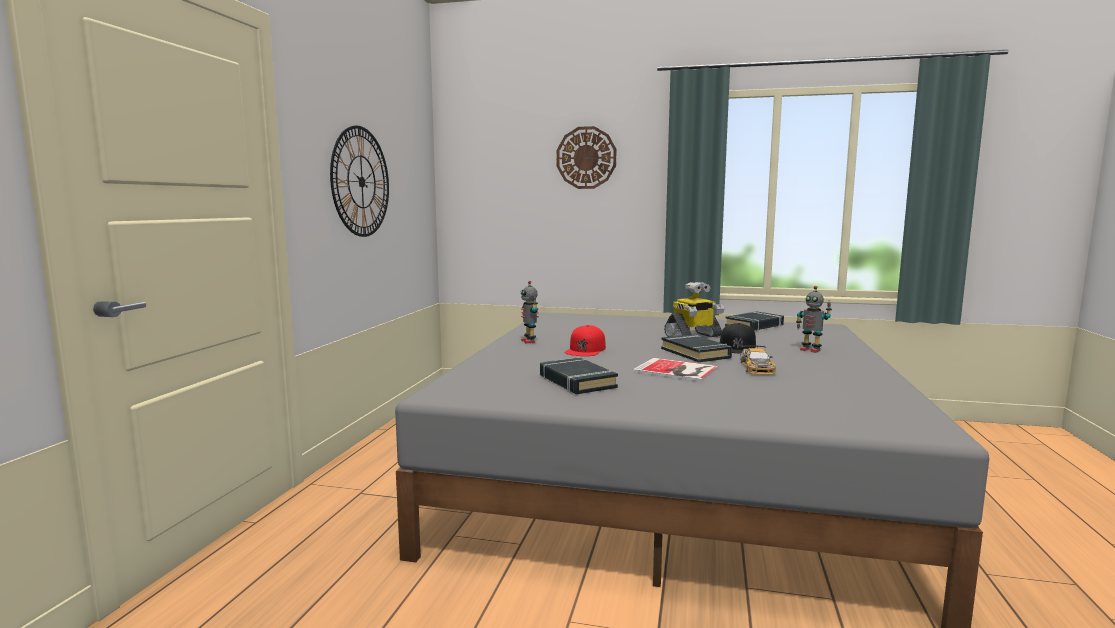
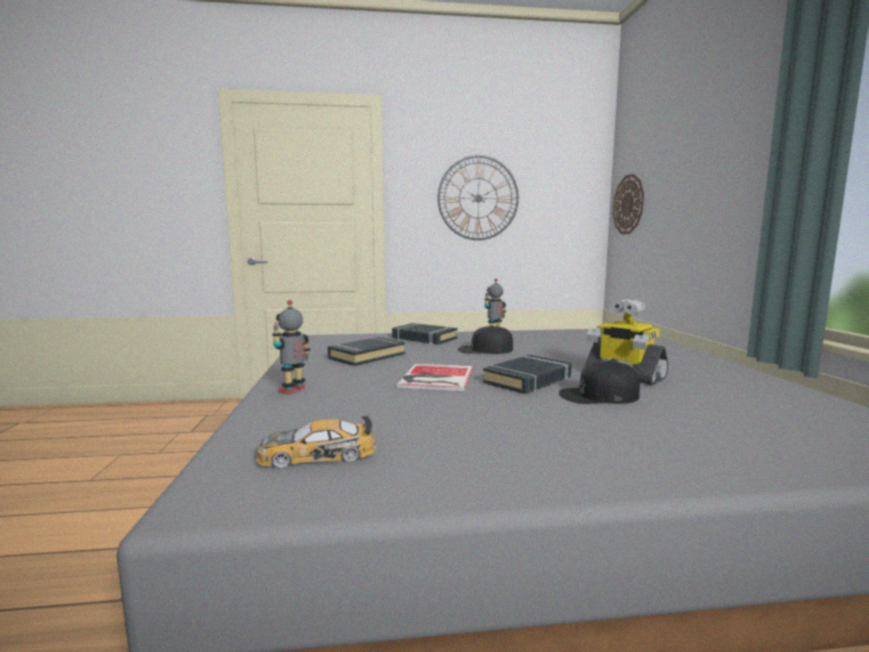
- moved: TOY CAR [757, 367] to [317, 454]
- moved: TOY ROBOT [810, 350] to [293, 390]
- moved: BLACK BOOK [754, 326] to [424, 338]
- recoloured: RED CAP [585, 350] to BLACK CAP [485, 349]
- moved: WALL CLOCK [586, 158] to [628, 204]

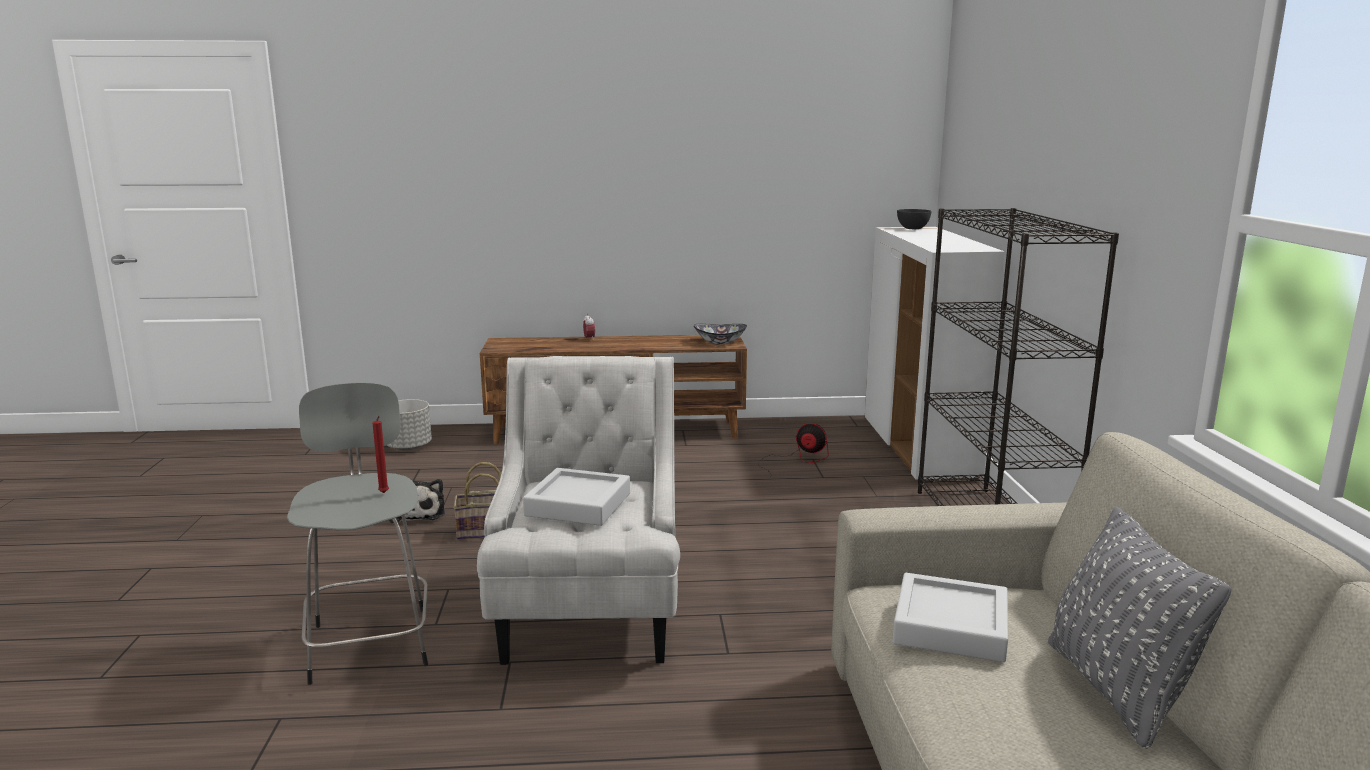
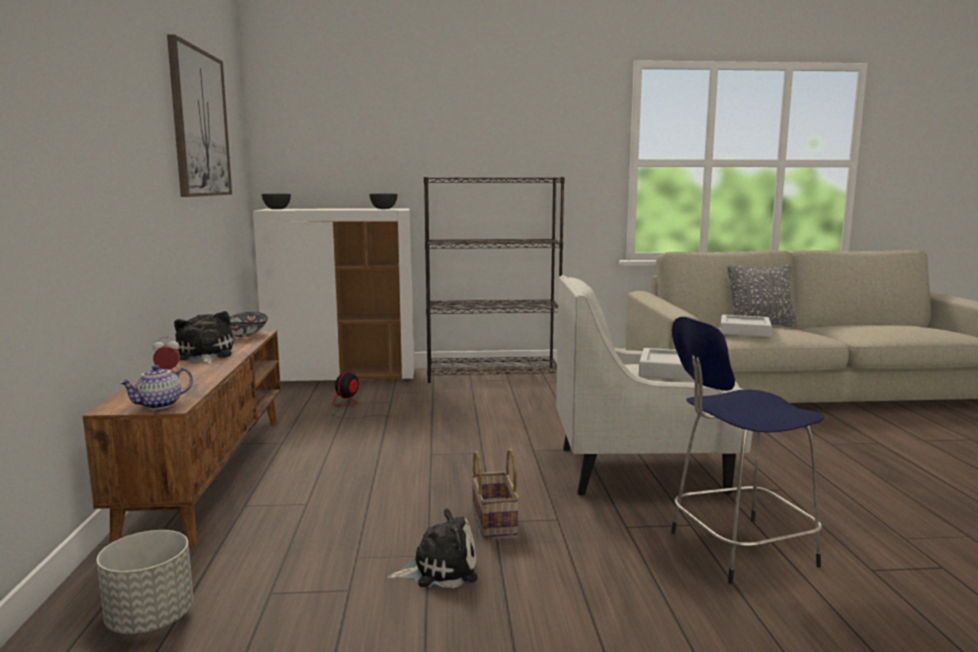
- added: TEAPOT [159, 405]
- added: PICTURE [199, 123]
- added: PLUSH TOY [205, 355]
- added: GREY BOWL [384, 209]
- recoloured: GREY STOOL [370, 642] to BLUE STOOL [737, 550]
- removed: RED CANDLE [384, 493]

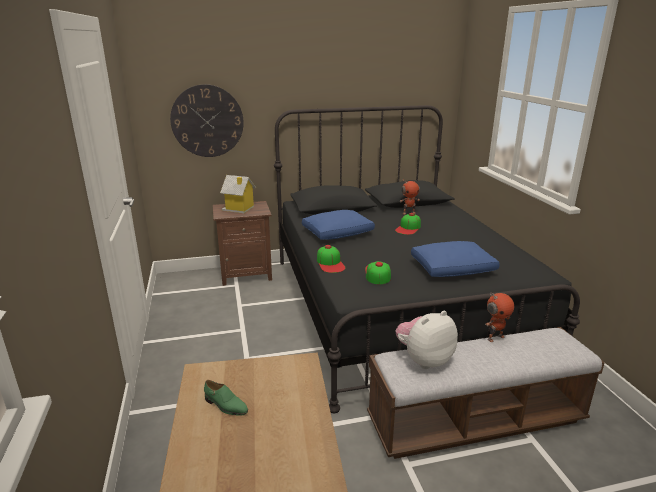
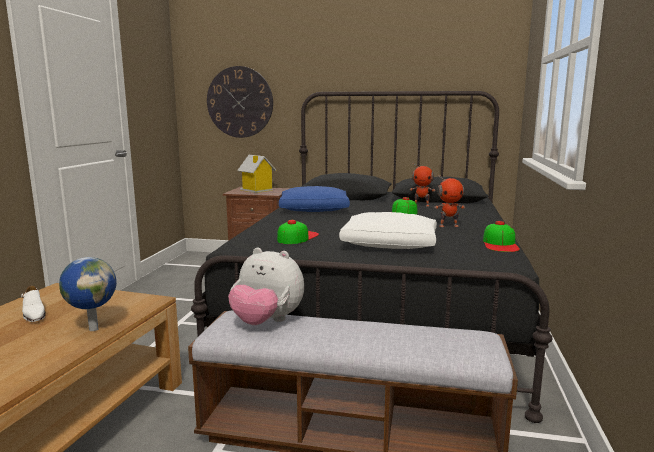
- recoloured: GREEN SHOE [225, 406] to WHITE SHOE [33, 314]
- added: GLOBE [93, 329]
- turned: PLUSH TOY [424, 360] = [267, 322] 150 degrees counterclockwise
- recoloured: BLUE PILLOW [453, 269] to WHITE PILLOW [390, 244]
- moved: TOY ROBOT [495, 337] to [448, 226]
- moved: CAP [330, 263] to [500, 244]

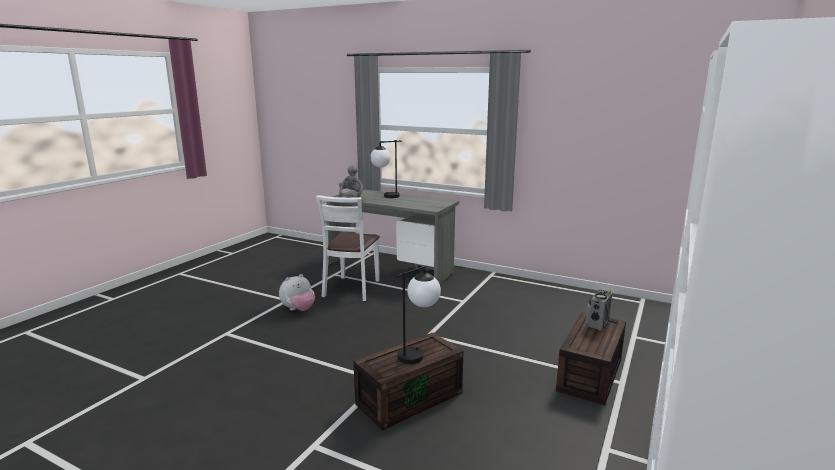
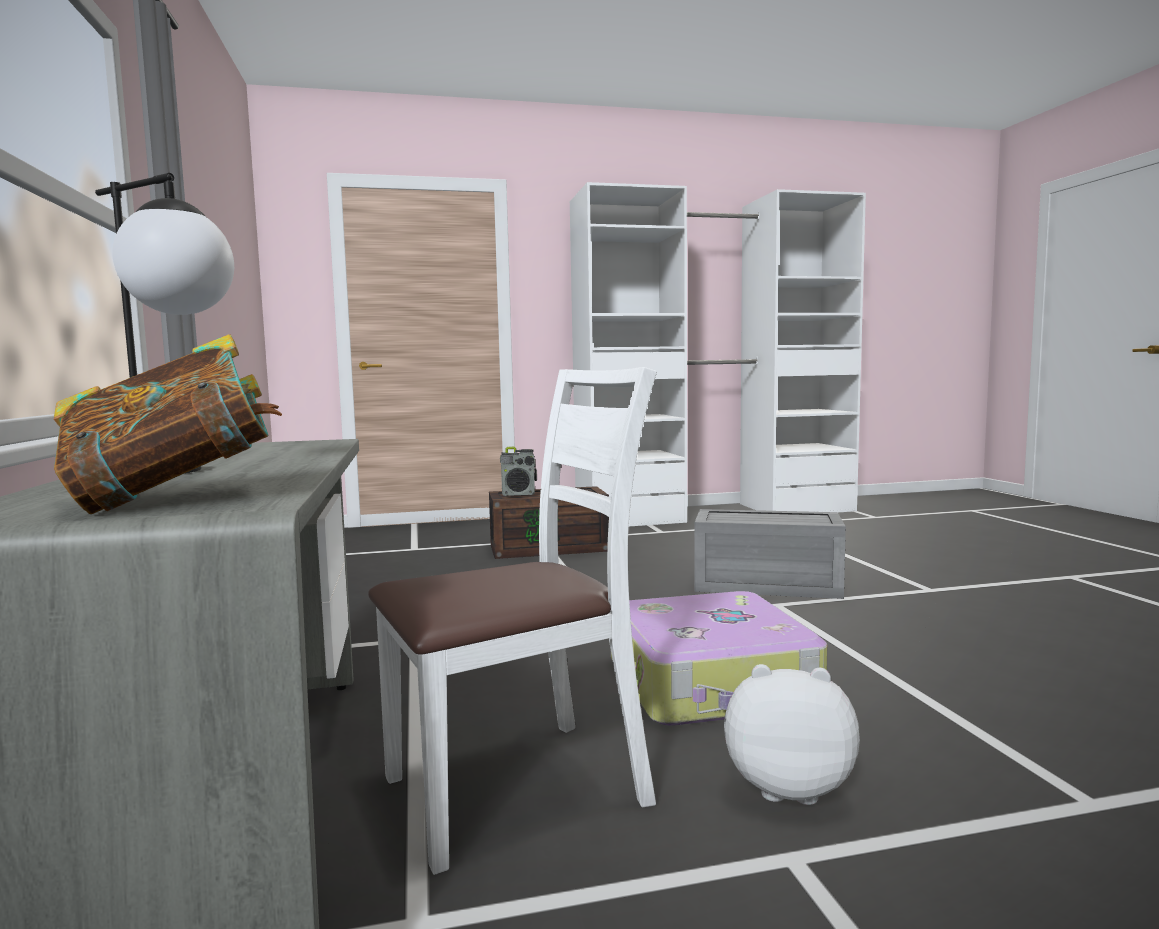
- replaced: GREY PLUSH TOY [351, 195] to BOOK [175, 499]
- added: SUITCASE [712, 683]
- recoloured: BROWN STORAGE BOX [410, 397] to GREY STORAGE BOX [764, 585]
- removed: TABLE LAMP [418, 353]

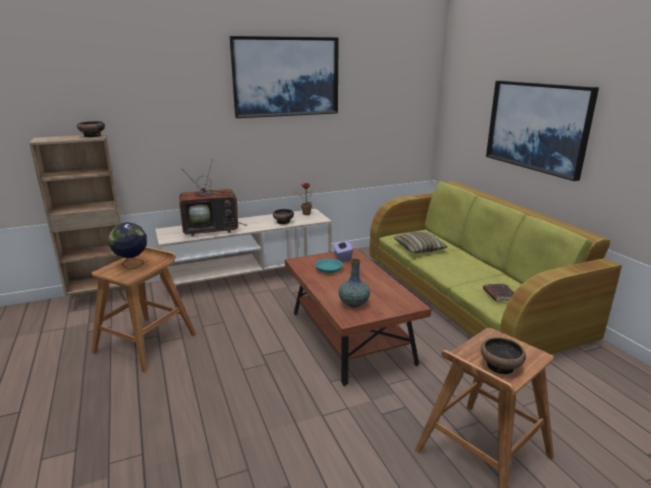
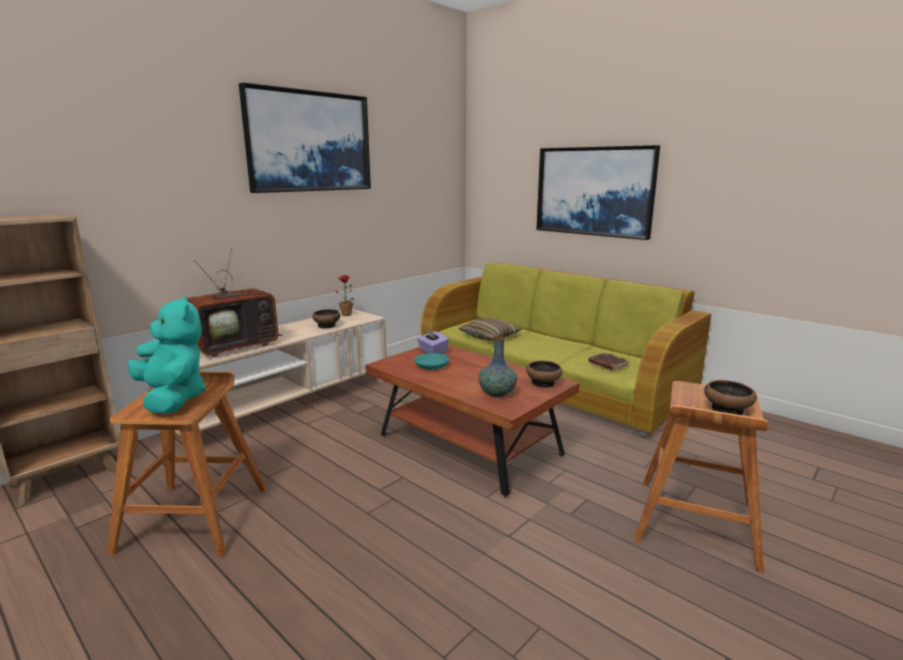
- replaced: GLOBE [132, 265] to TURQUOISE PLUSH TOY [172, 399]
- moved: BOWL [93, 136] to [543, 383]

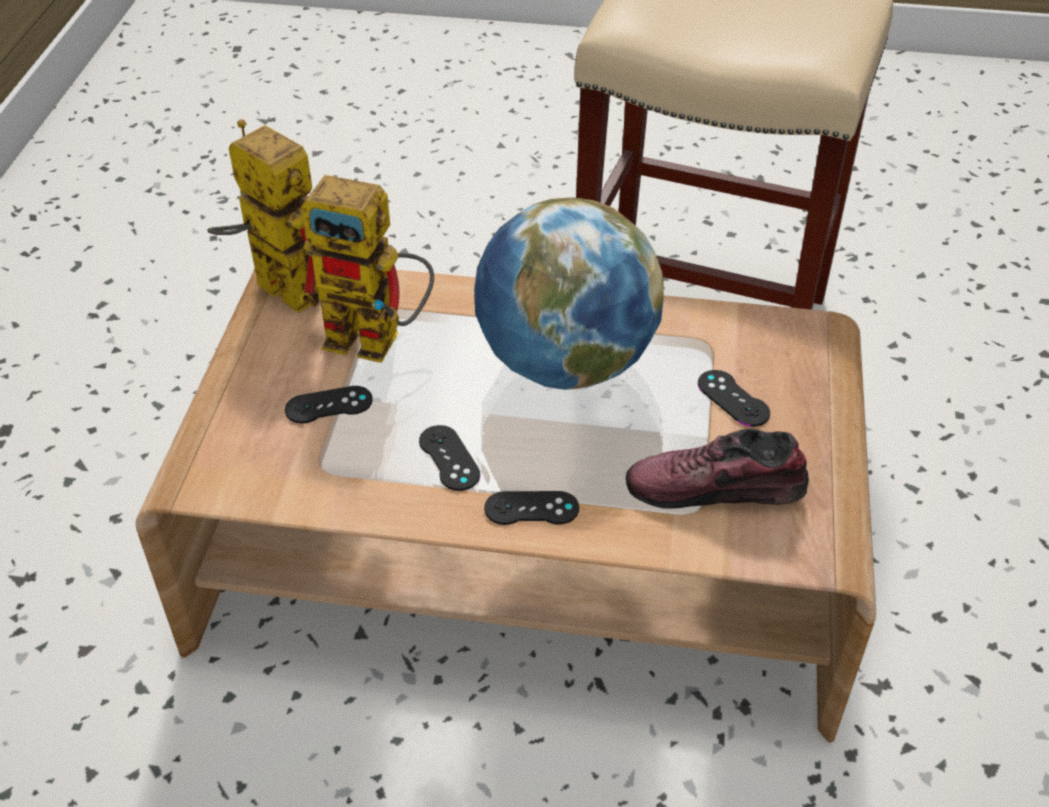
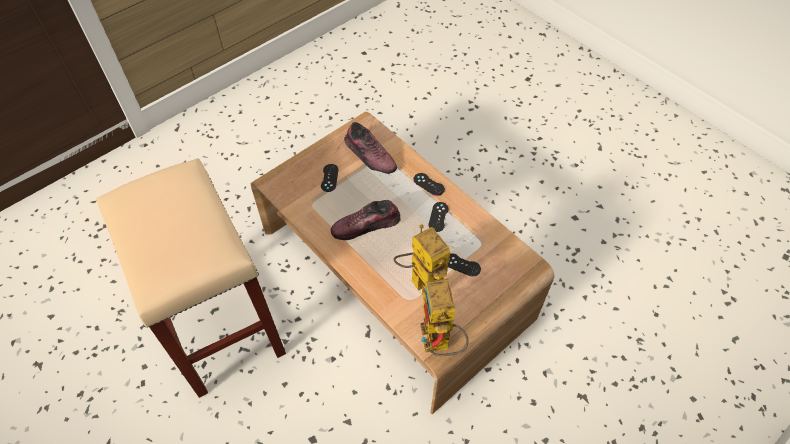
- replaced: GLOBE [565, 364] to SHOE [366, 226]

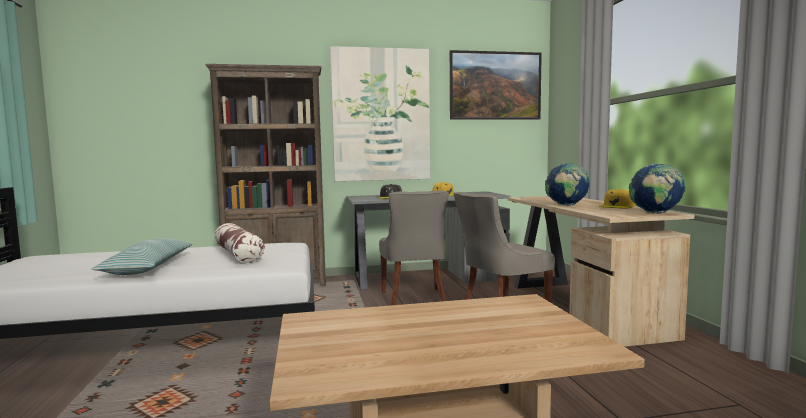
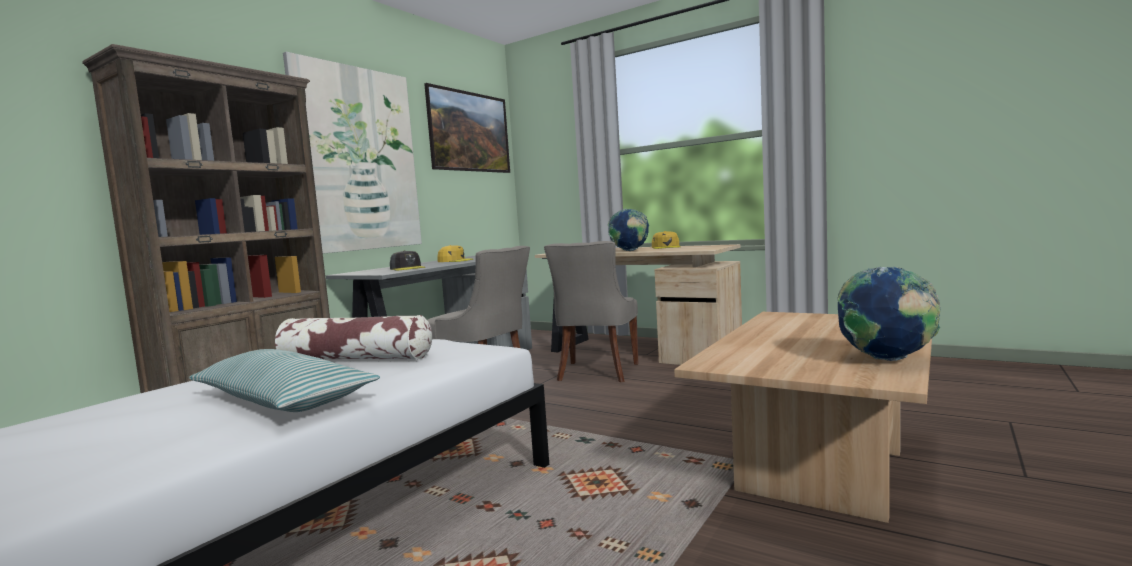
- moved: GLOBE [655, 213] to [887, 360]

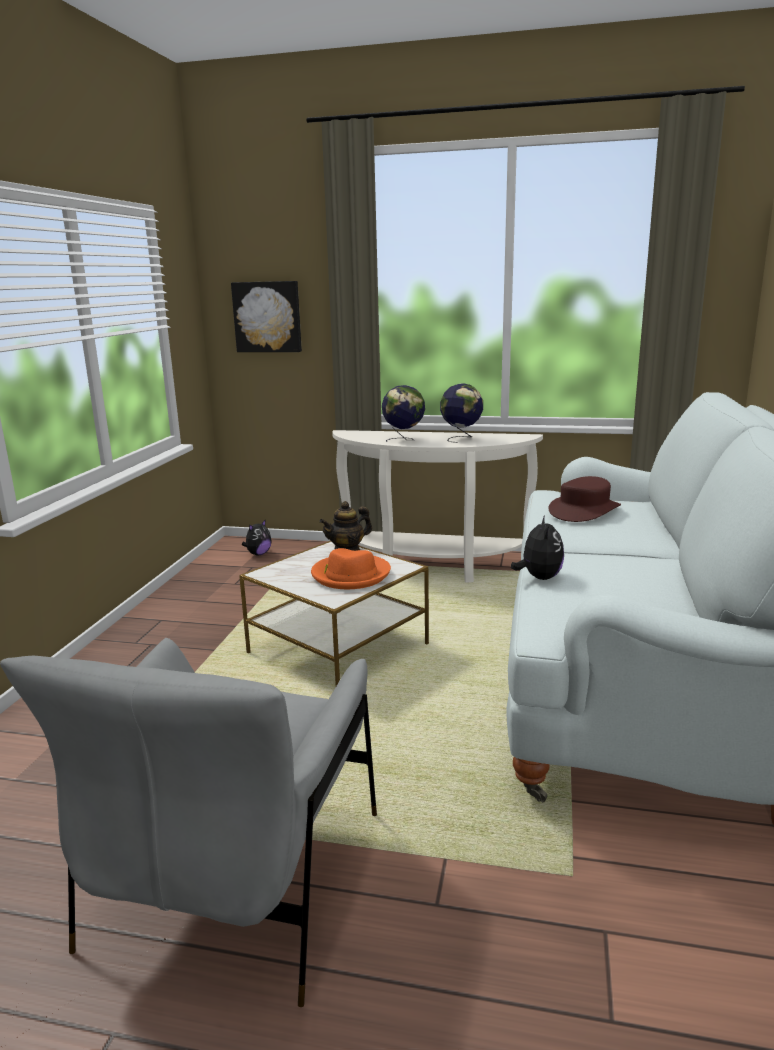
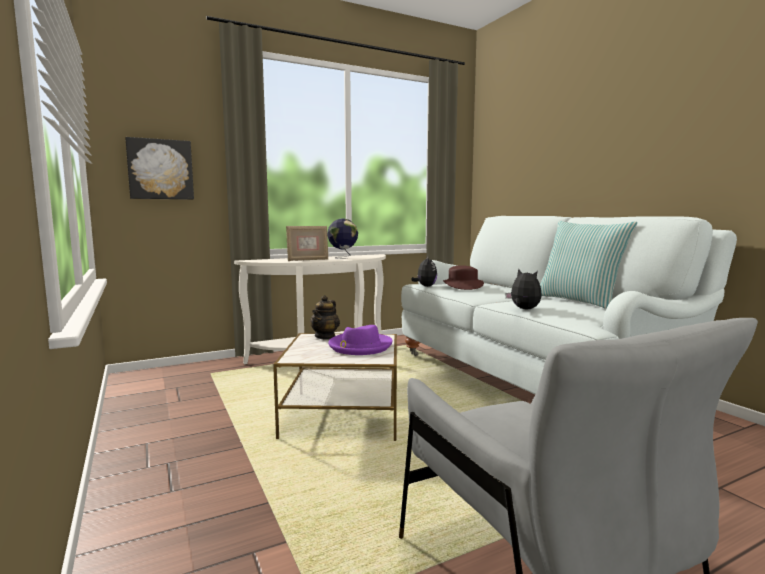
- replaced: GLOBE [404, 440] to PICTURE FRAME [307, 260]
- recoloured: ORANGE HAT [350, 575] to PURPLE HAT [359, 346]
- moved: PLUSH TOY [258, 554] to [425, 286]
- added: PILLOW [579, 301]

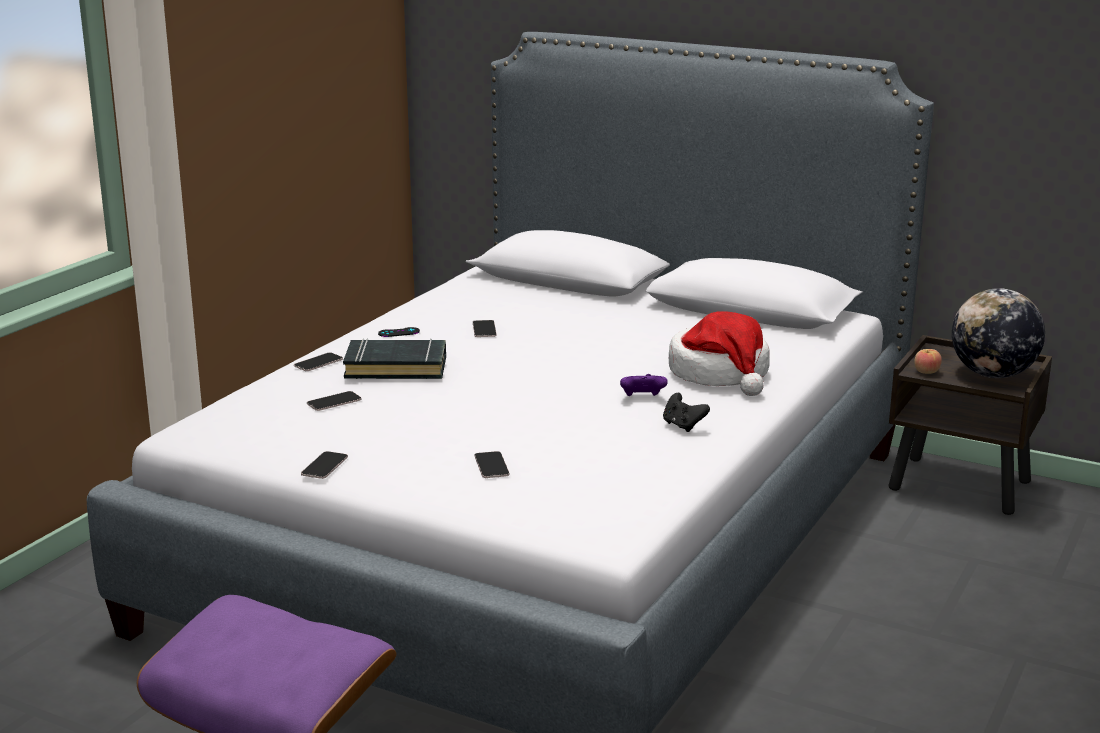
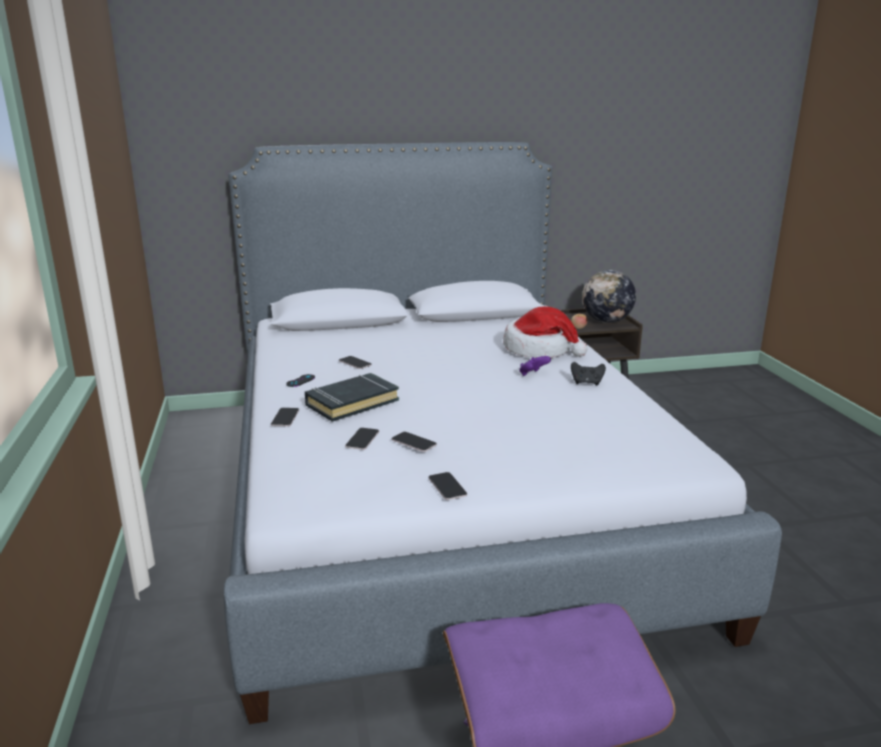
- moved: PHONE [491, 466] to [414, 442]

